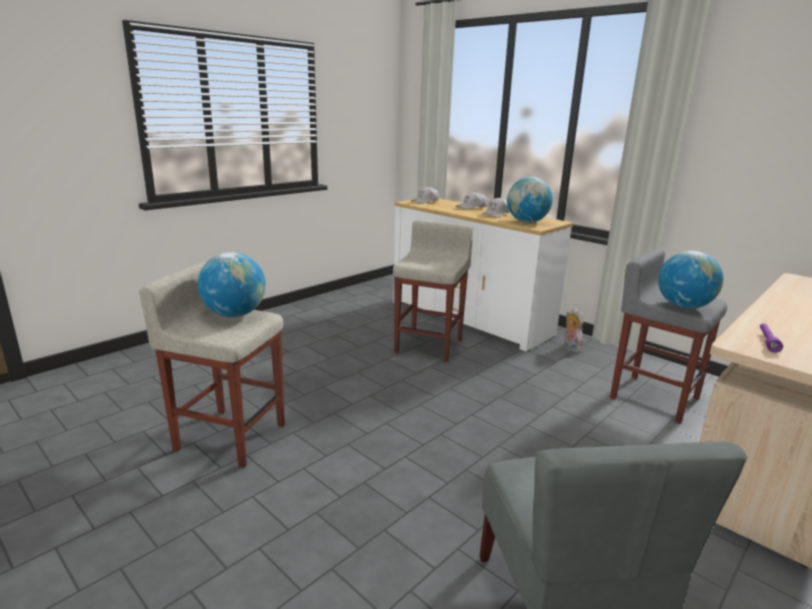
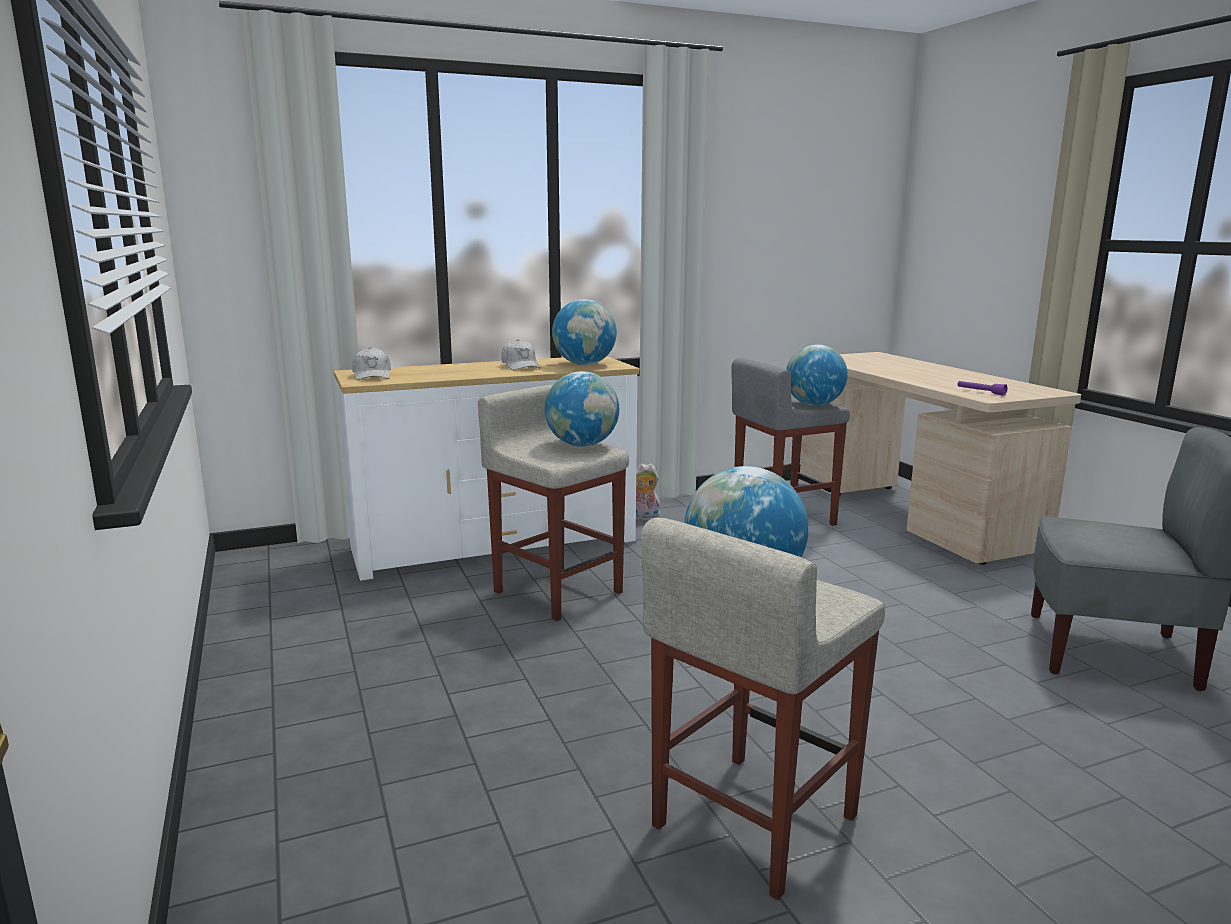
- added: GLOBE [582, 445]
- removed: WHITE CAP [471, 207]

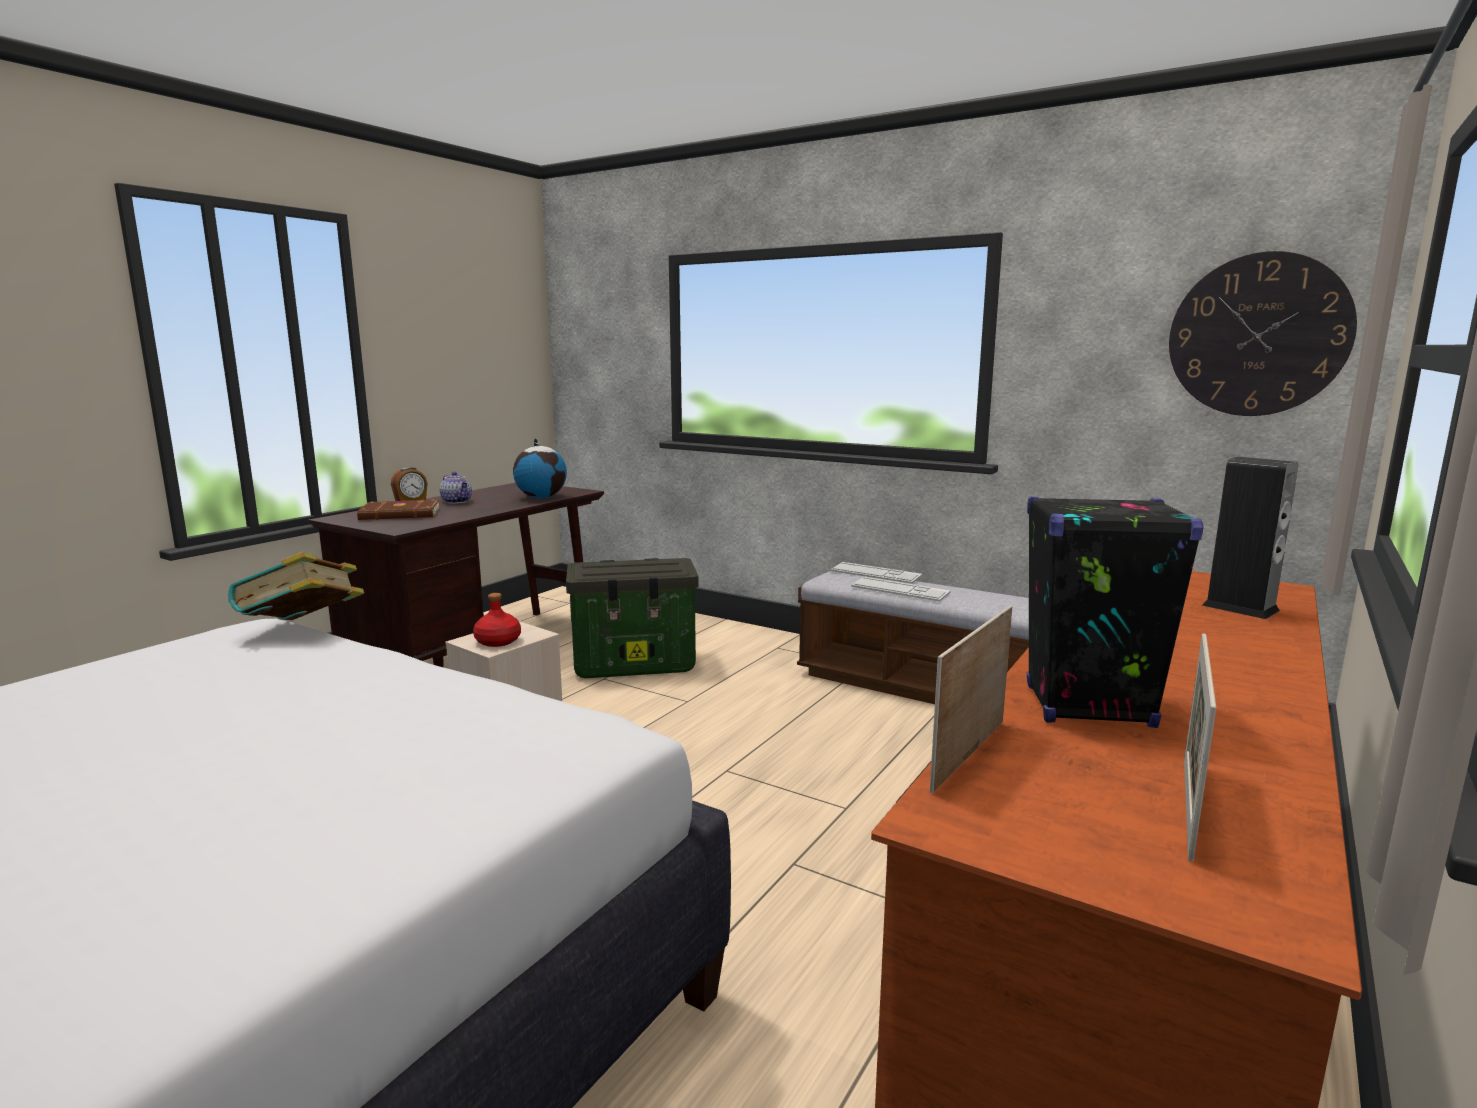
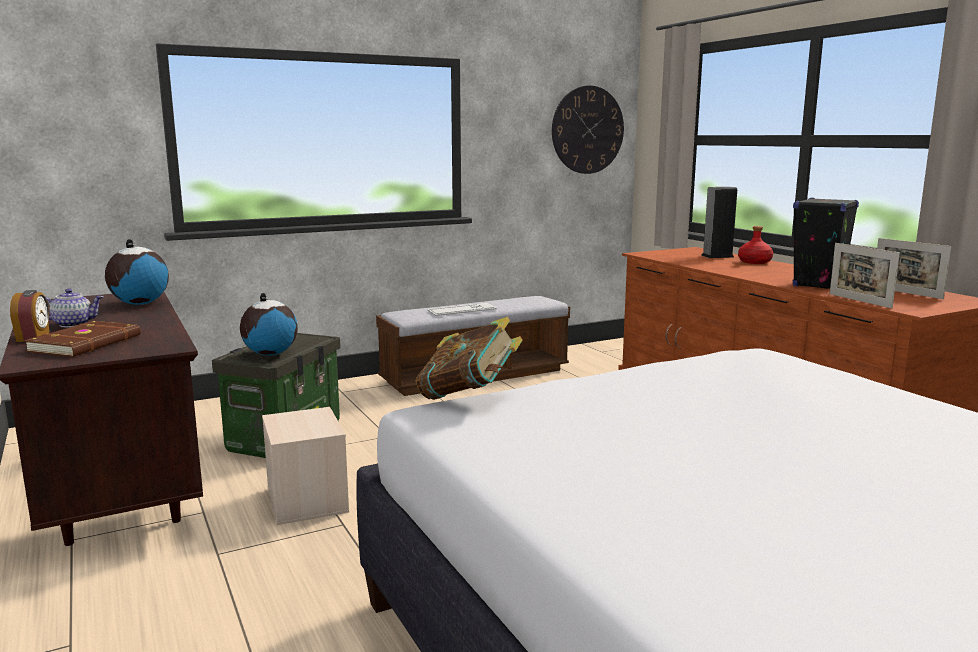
- added: GLOBE [270, 354]
- moved: RED BOTTLE [497, 641] to [755, 262]
- removed: KEYBOARD [875, 574]

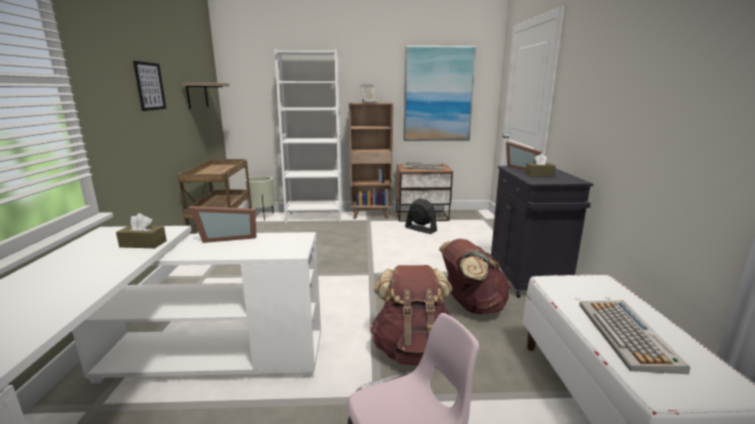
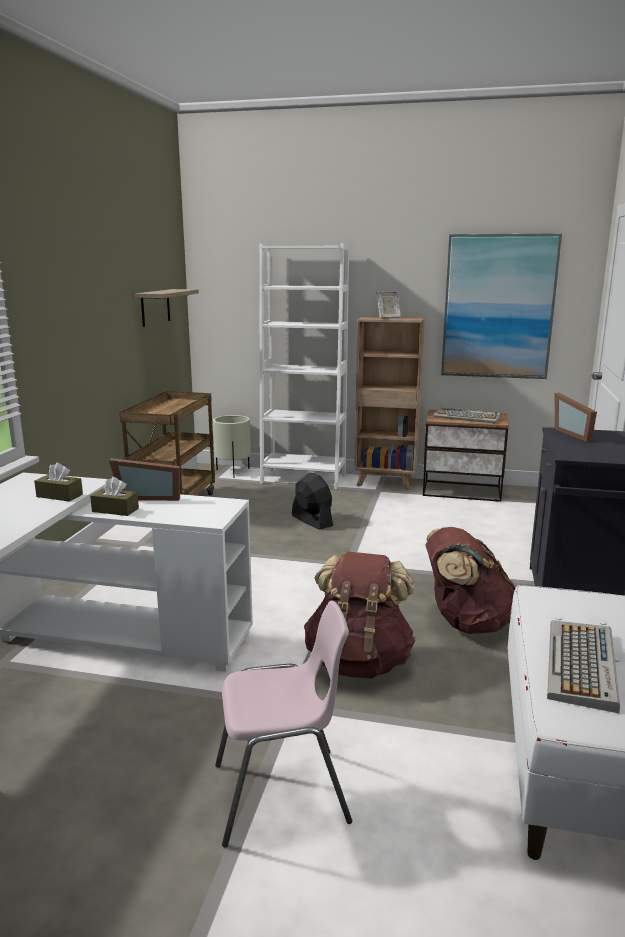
- moved: BROWN TISSUE BOX [539, 174] to [115, 510]
- moved: BLACK FAN [420, 229] to [312, 520]
- removed: PICTURE [149, 86]

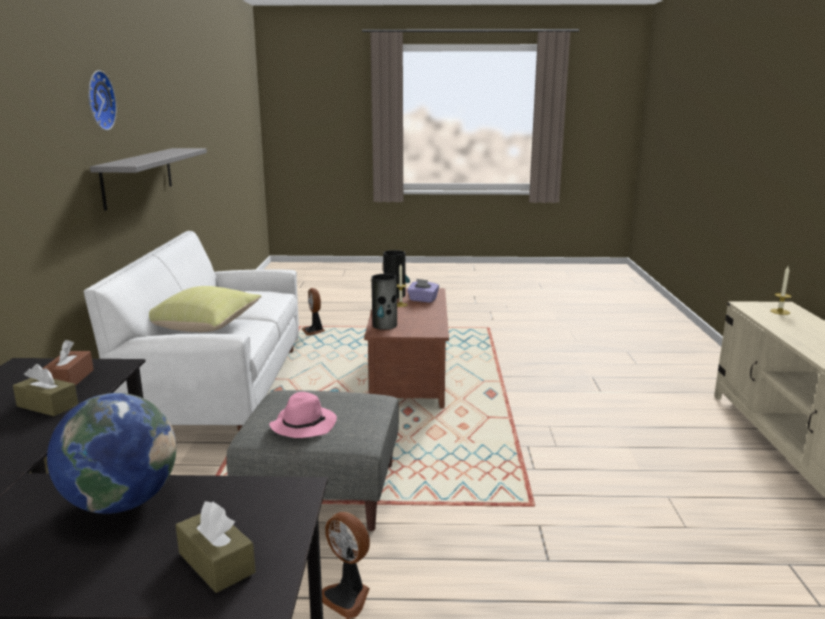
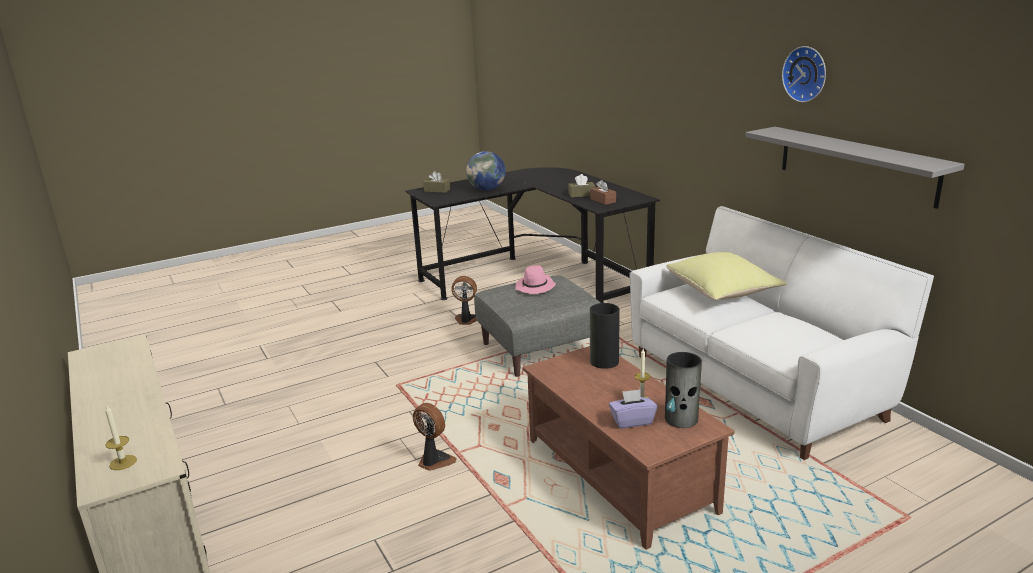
- moved: FAN [314, 331] to [434, 461]

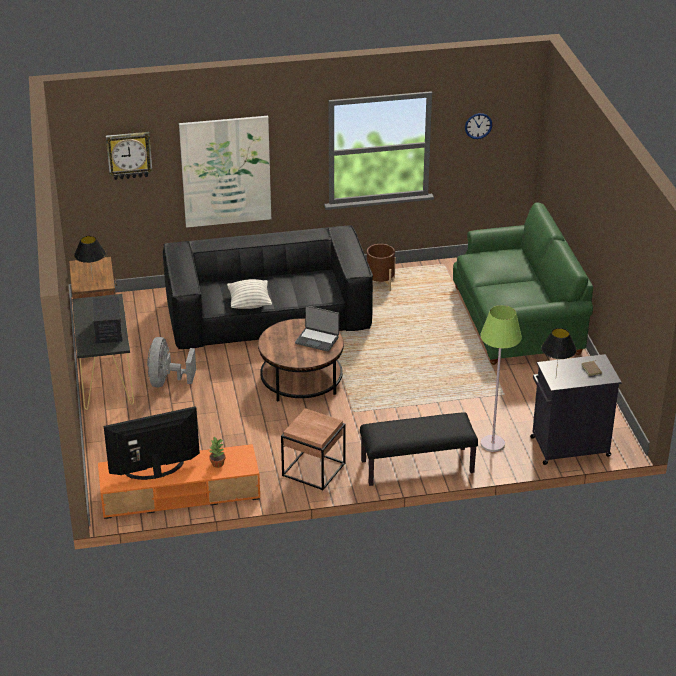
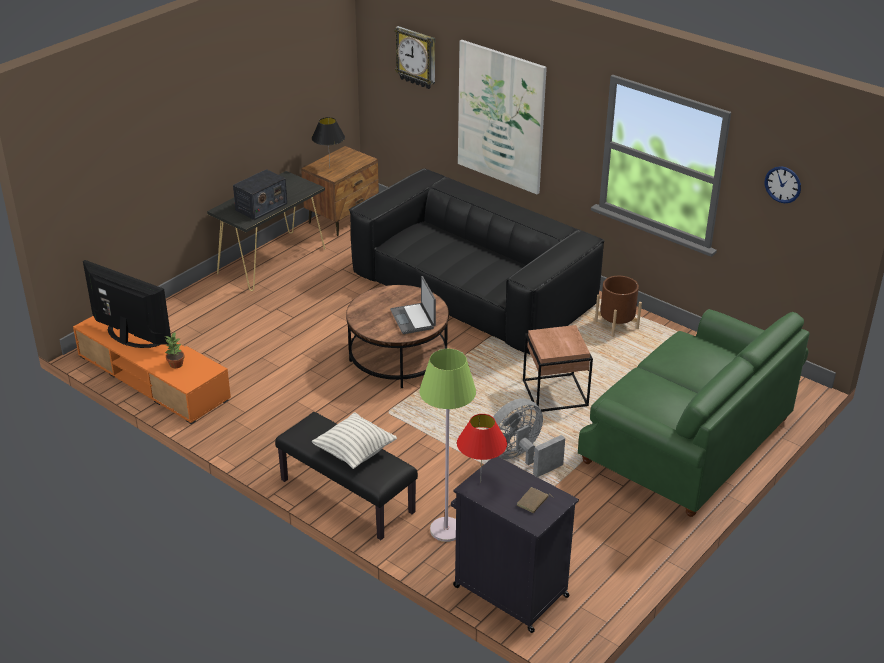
- moved: PILLOW [249, 303] to [355, 453]
- recoloured: BLACK TABLE LAMP [556, 378] to RED TABLE LAMP [480, 482]
- moved: GREY FAN [167, 381] to [520, 458]
- moved: BROWN SIDE TABLE [313, 470] to [554, 393]

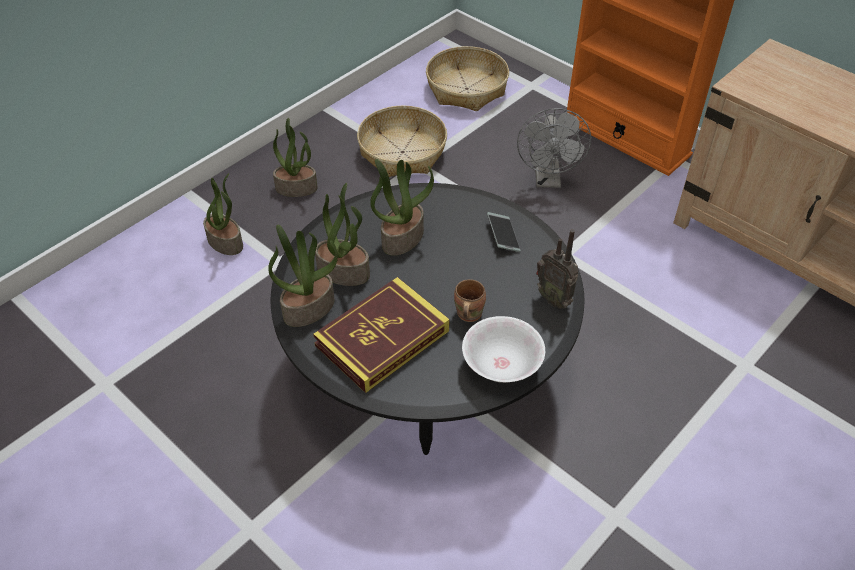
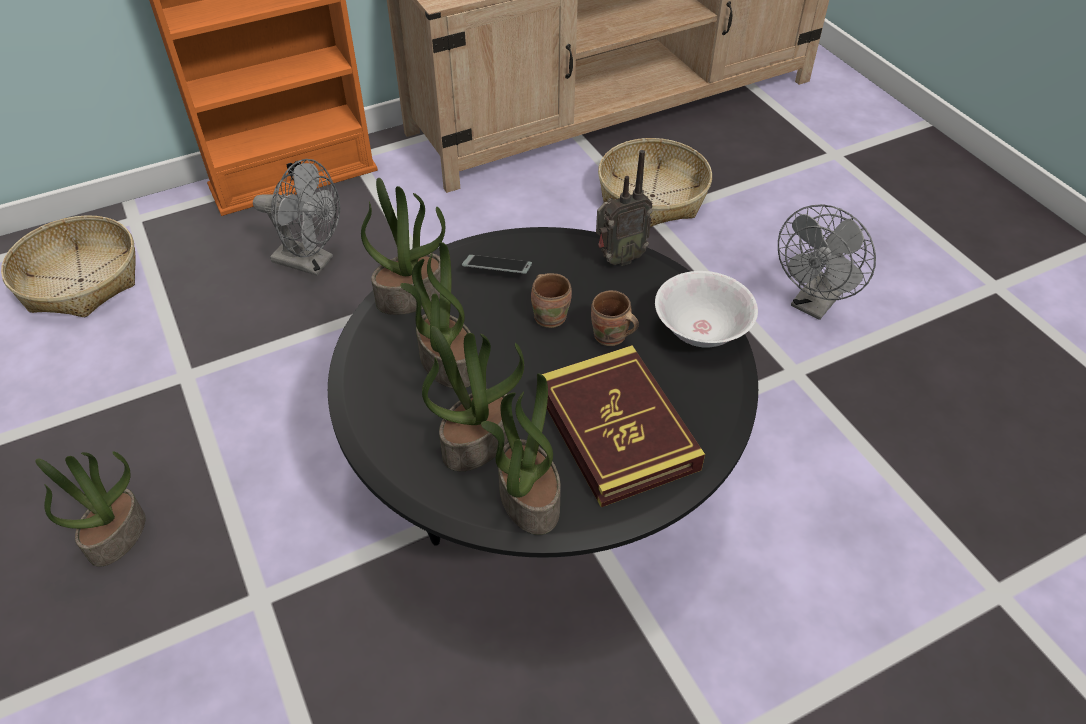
- moved: POTTED PLANT [226, 242] to [411, 295]
- added: BROWN MUG [551, 316]
- moved: BASKET [402, 152] to [651, 196]
- added: GREY FAN [814, 304]

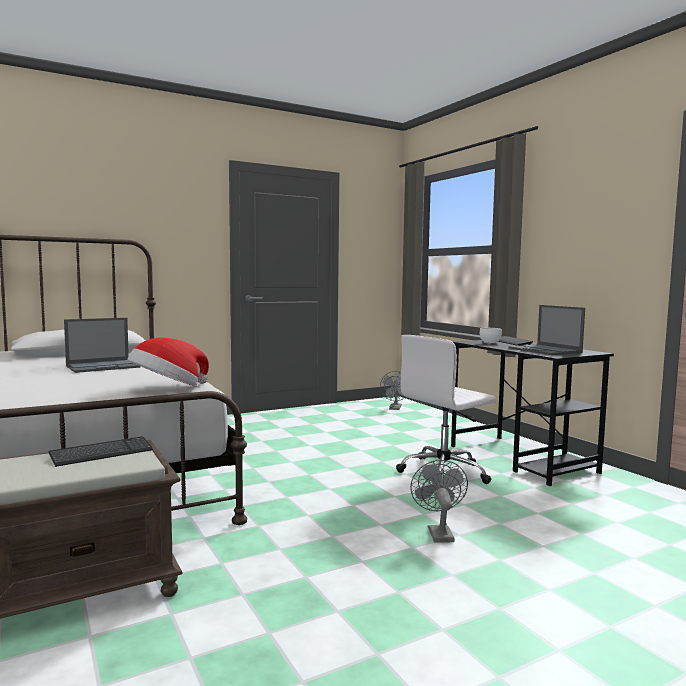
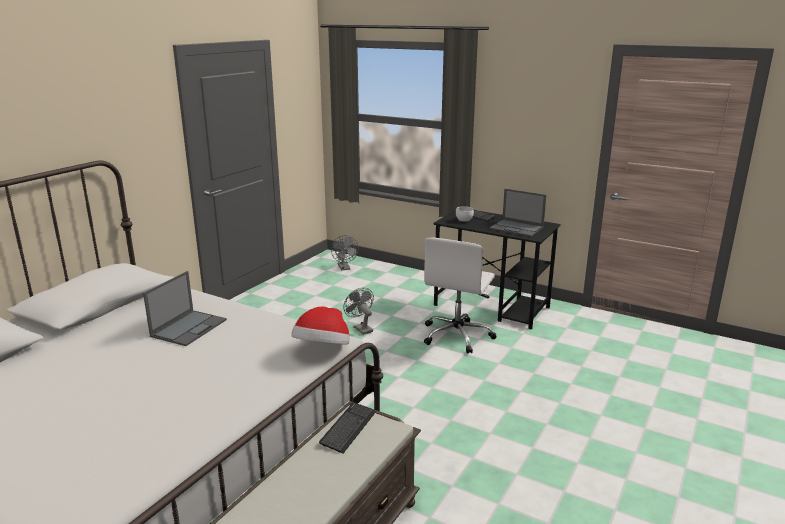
- moved: GREY FAN [438, 532] to [361, 328]

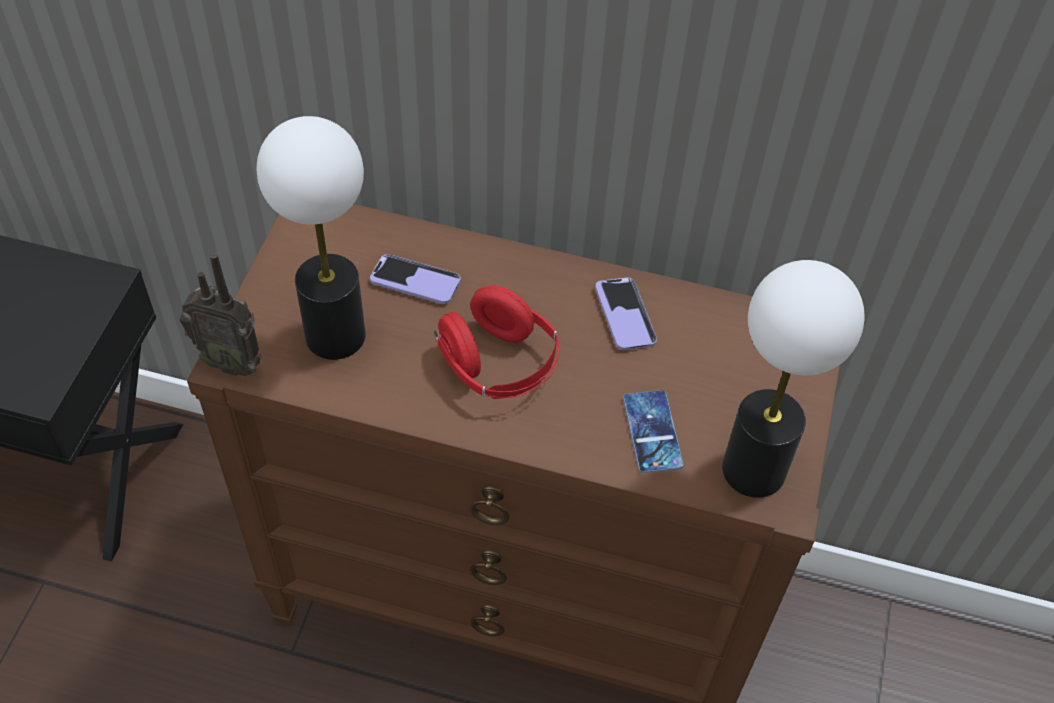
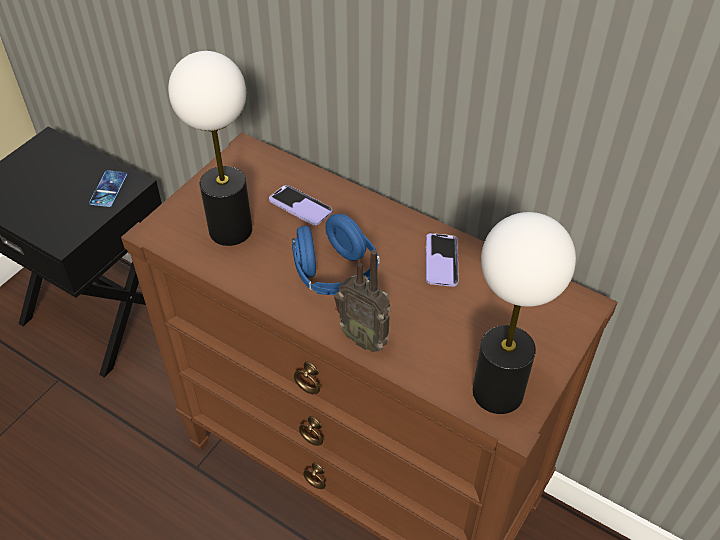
- moved: PHONE [652, 431] to [108, 189]
- recoloured: RED HEADPHONES [498, 365] to BLUE HEADPHONES [335, 274]
- moved: RADIO [232, 361] to [365, 337]

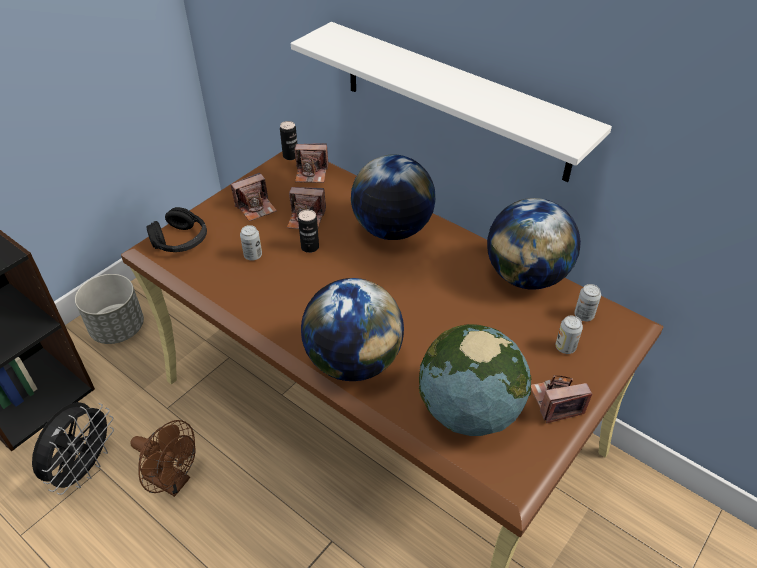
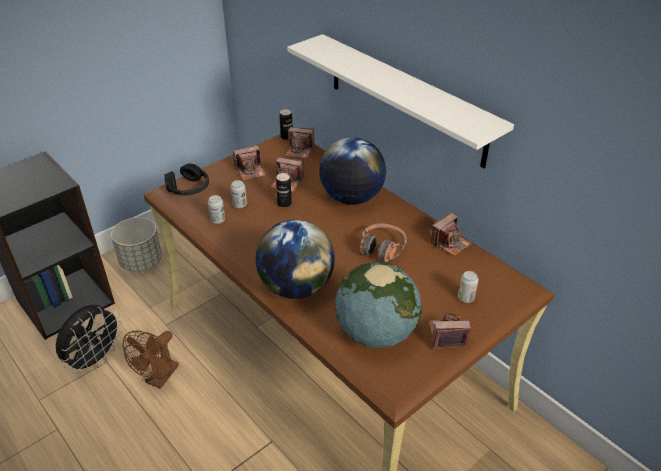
- turned: BROWN FAN [173, 481] = [159, 378] 75 degrees clockwise
- moved: CAN [583, 315] to [218, 220]
- added: HEADPHONES [382, 248]
- replaced: GLOBE [526, 276] to PHOTO CAMERA [449, 243]

